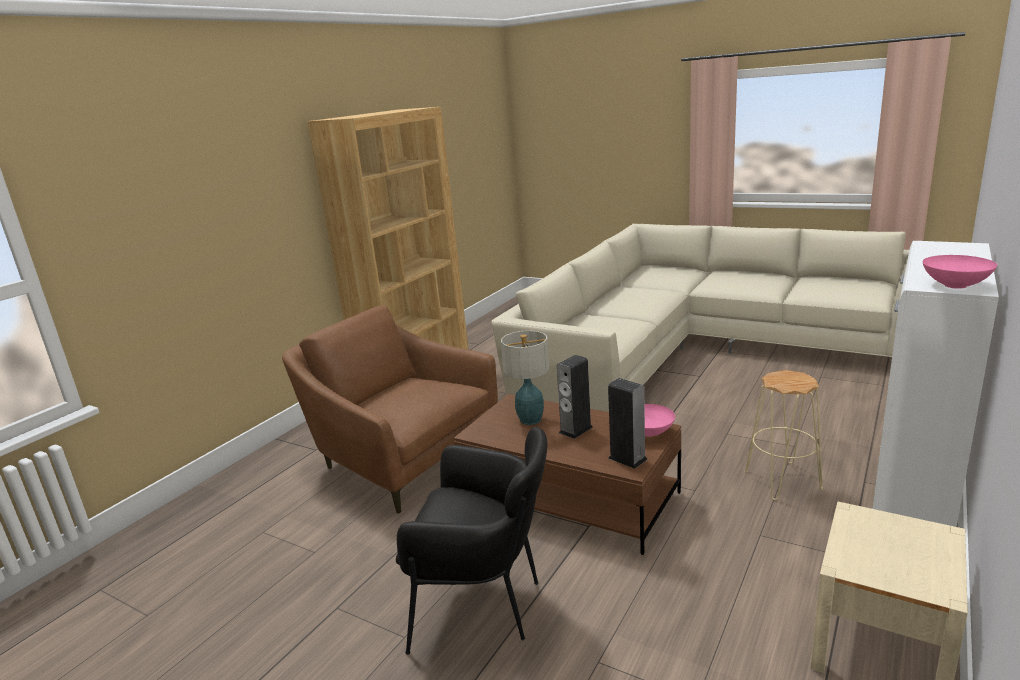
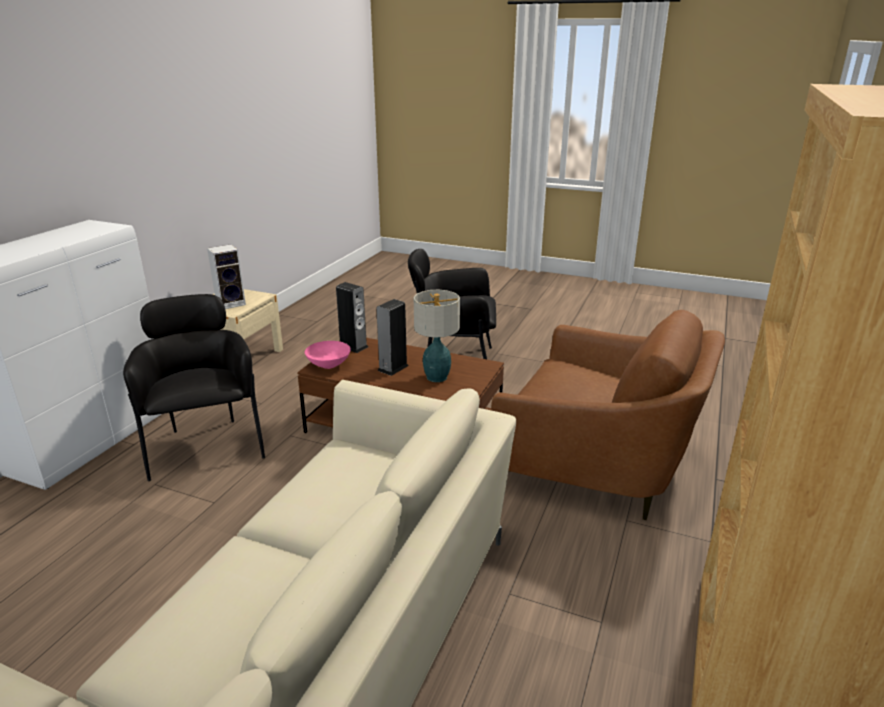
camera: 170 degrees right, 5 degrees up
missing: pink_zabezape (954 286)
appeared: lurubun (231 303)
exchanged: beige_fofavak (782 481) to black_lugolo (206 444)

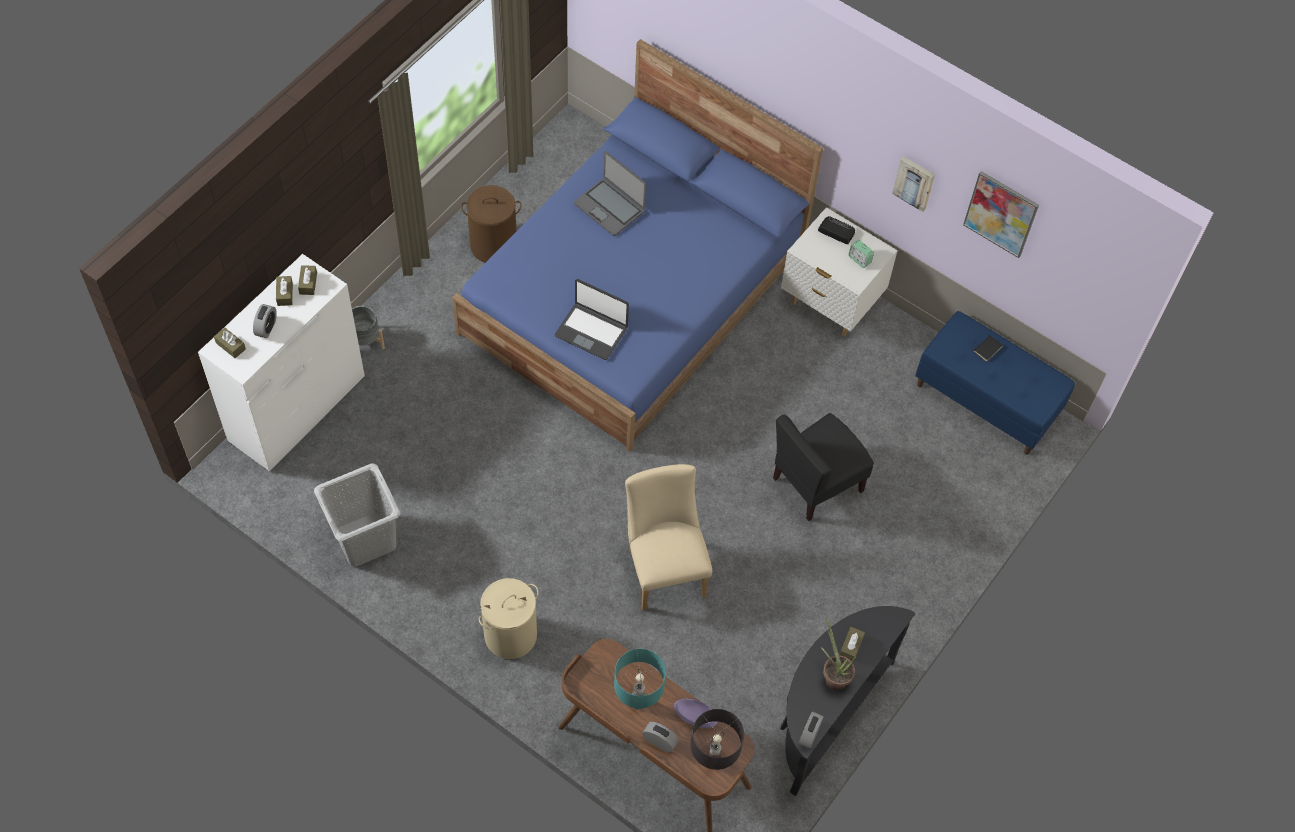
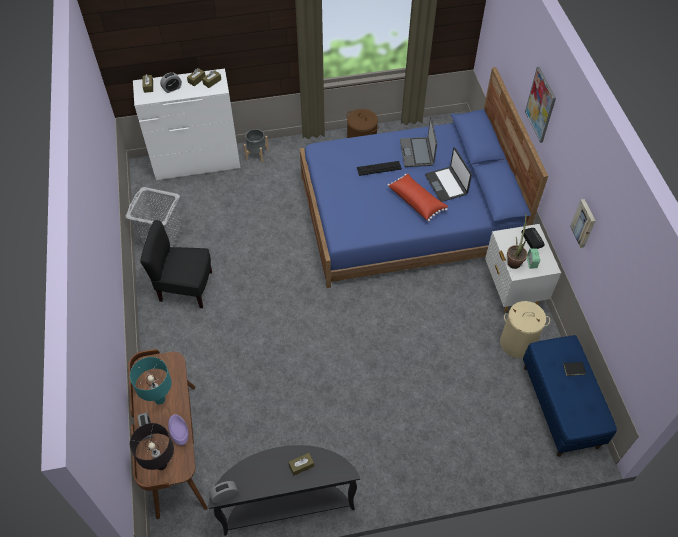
camera: 45 degrees right, 5 degrees down
missing: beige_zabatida (664 566)
appeared: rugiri (379 168); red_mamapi (417 201)
relocated: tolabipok (1001 214) to (541 105); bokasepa (591 331) to (446 184); black_zabatida (816 484) to (185 287); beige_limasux (510 635) to (517 343); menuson (833 675) to (514 260)

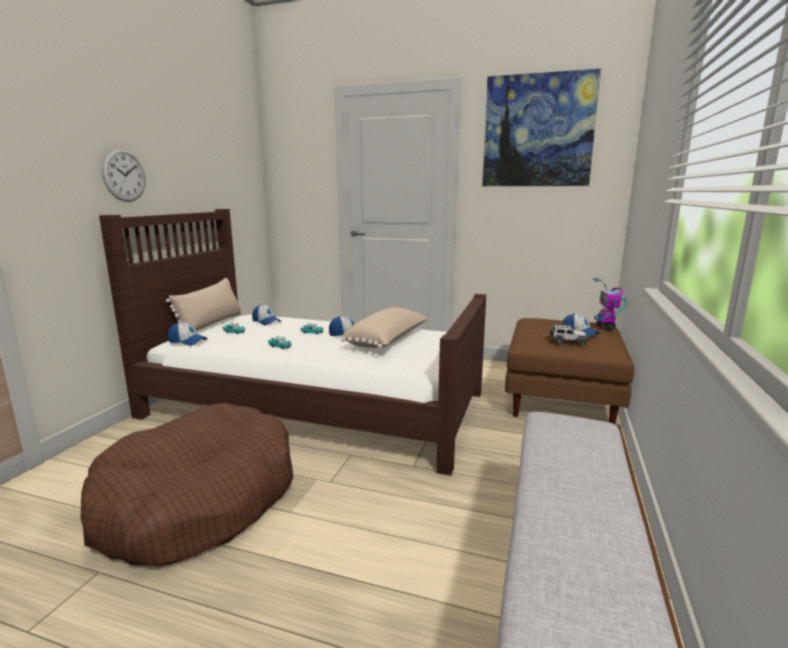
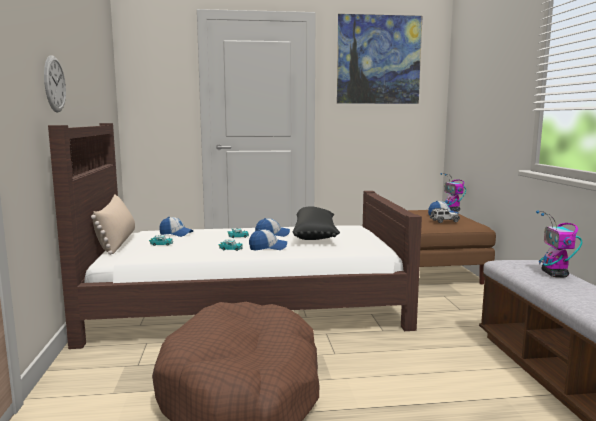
camera: 25 degrees left, 5 degrees down
appeared: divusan (555 274)
relocated: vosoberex (187 341) to (268 248)
colour: beige_mamapi (388 341) to black_mamapi (316 235)

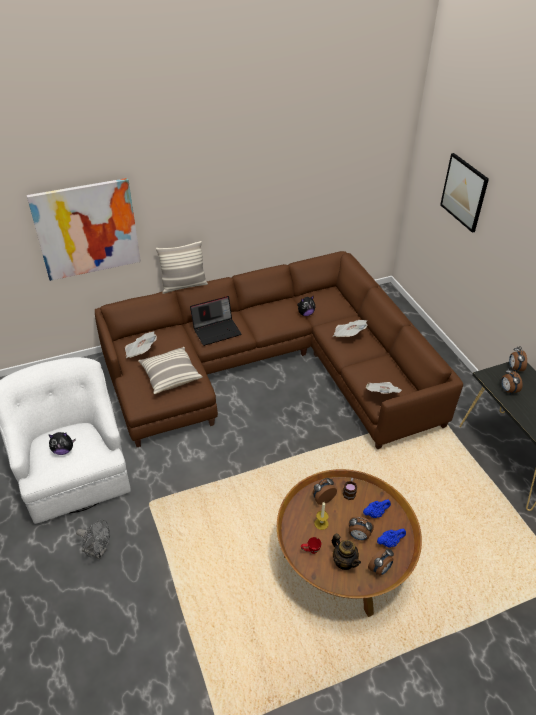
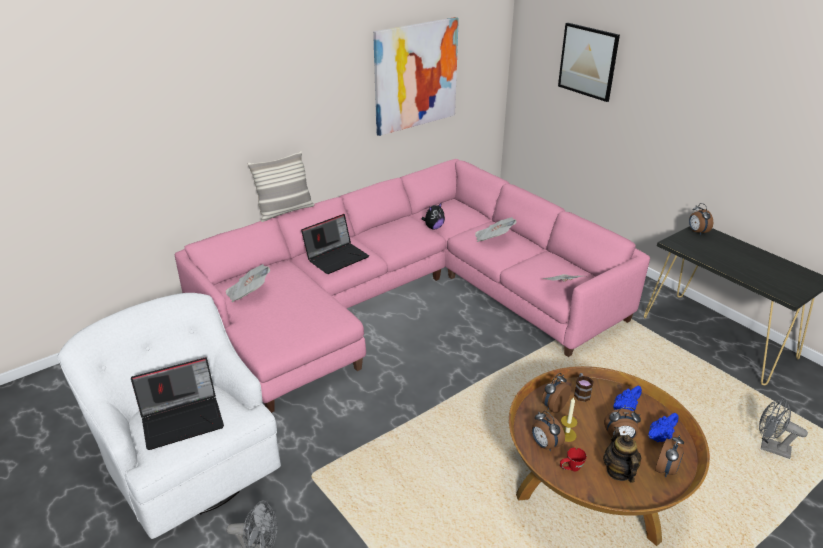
camera: 15 degrees left, 10 degrees down
missing: mamapi (170 376)
appeared: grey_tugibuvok (770 448)
relocated: tolabipok (87 229) to (415 76); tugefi (507 390) to (544 445)
exchanged: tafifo (63 450) to bokasepa (183 419)
colour: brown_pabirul (273 367) to pink_pabirul (407 296)
spun: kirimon (344 561) = (618 471) 135 degrees counterclockwise

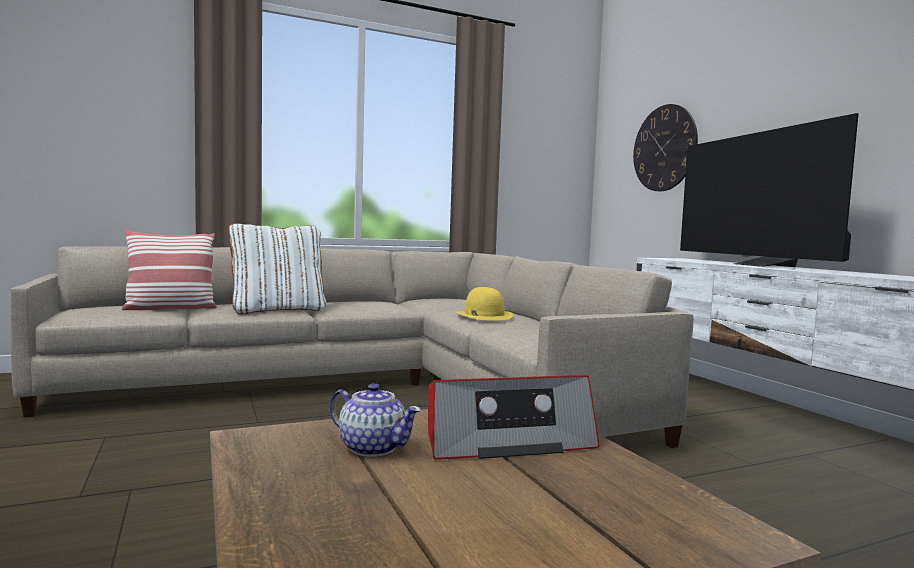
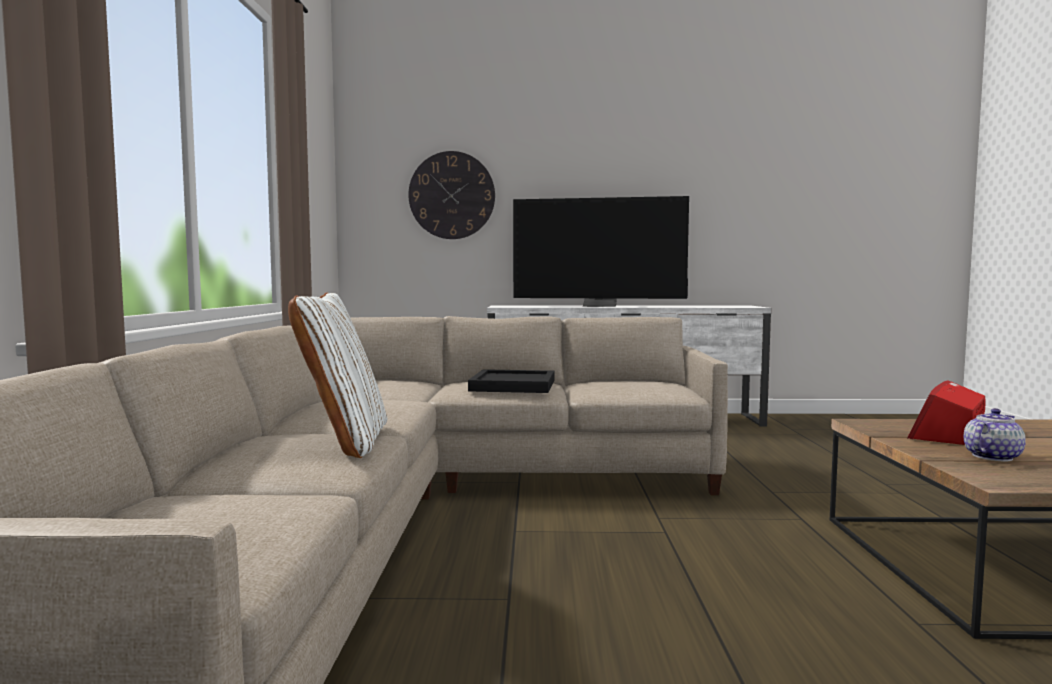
camera: 65 degrees left, 0 degrees up
missing: mamapi (170 308)
exchanged: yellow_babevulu (483 315) to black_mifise (512 385)
spun: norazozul (506 440) = (947 433) 150 degrees counterclockwise

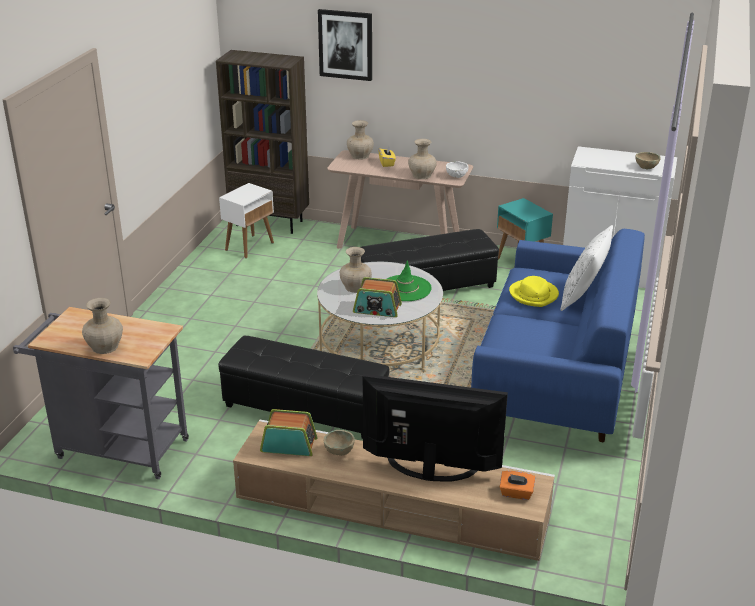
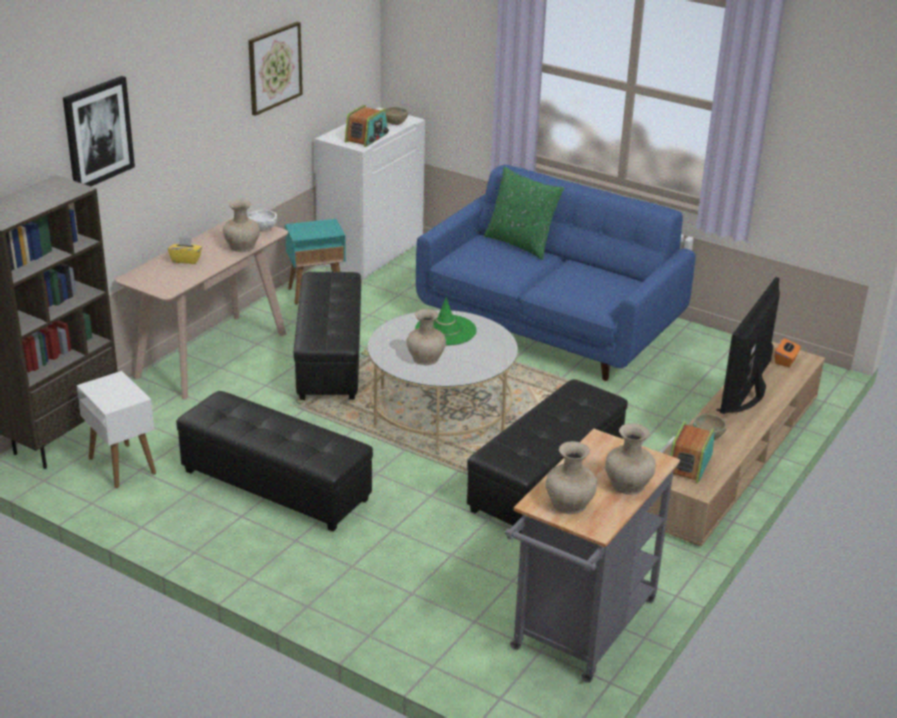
camera: 75 degrees left, 0 degrees up
missing: yellow_babevulu (534 295)
appeared: tolabipok (274 67); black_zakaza (277 485)
relocated: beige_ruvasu (360 156) to (570 504); norazozul (377 309) to (367 138)
colour: white_mamapi (583 296) to green_mamapi (521 244)

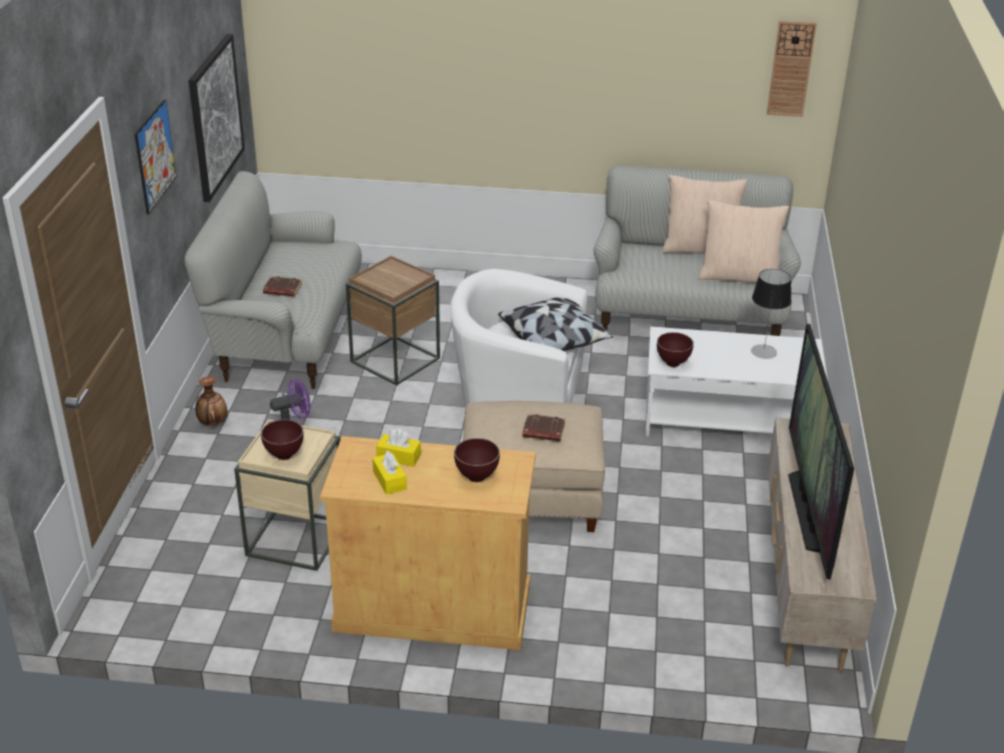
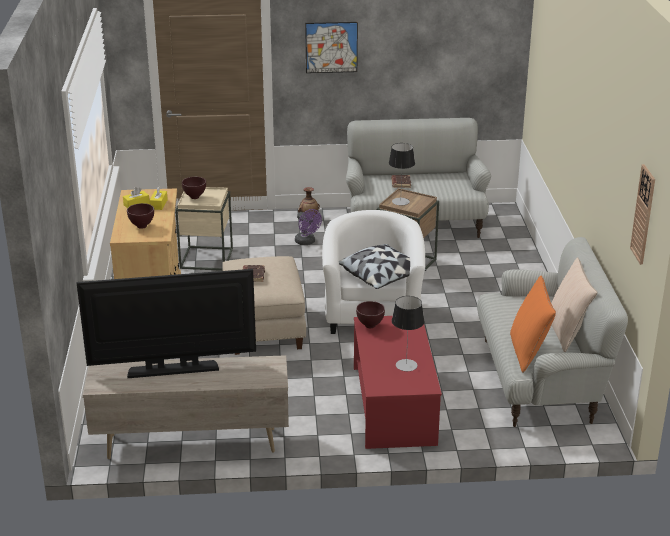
camera: 80 degrees right, 5 degrees down
missing: tolabipok (215 116)
appeared: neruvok (400 201)
colour: beige_mamapi (739 276) to orange_mamapi (528 352); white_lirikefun (729 418) to red_lirikefun (393 405)

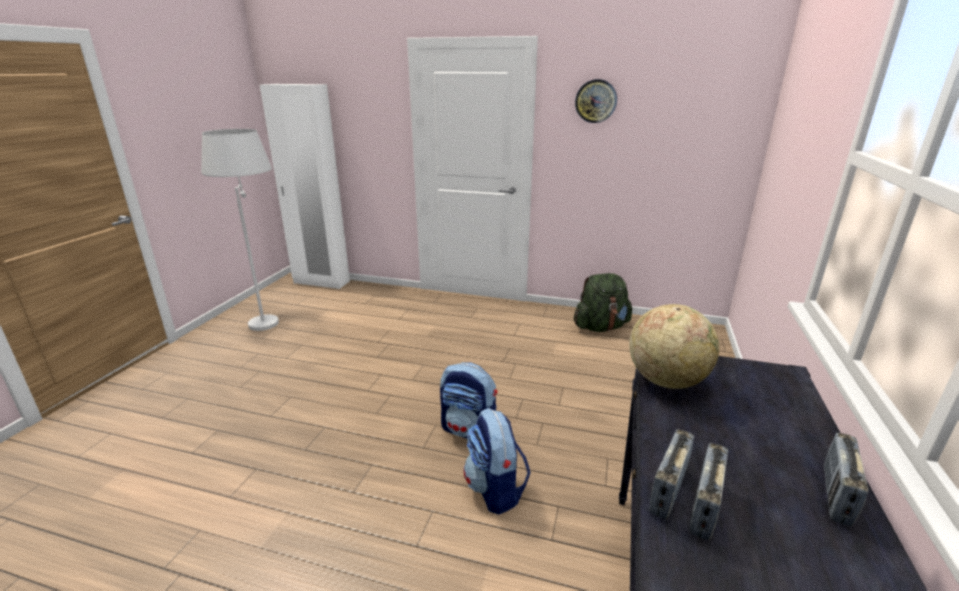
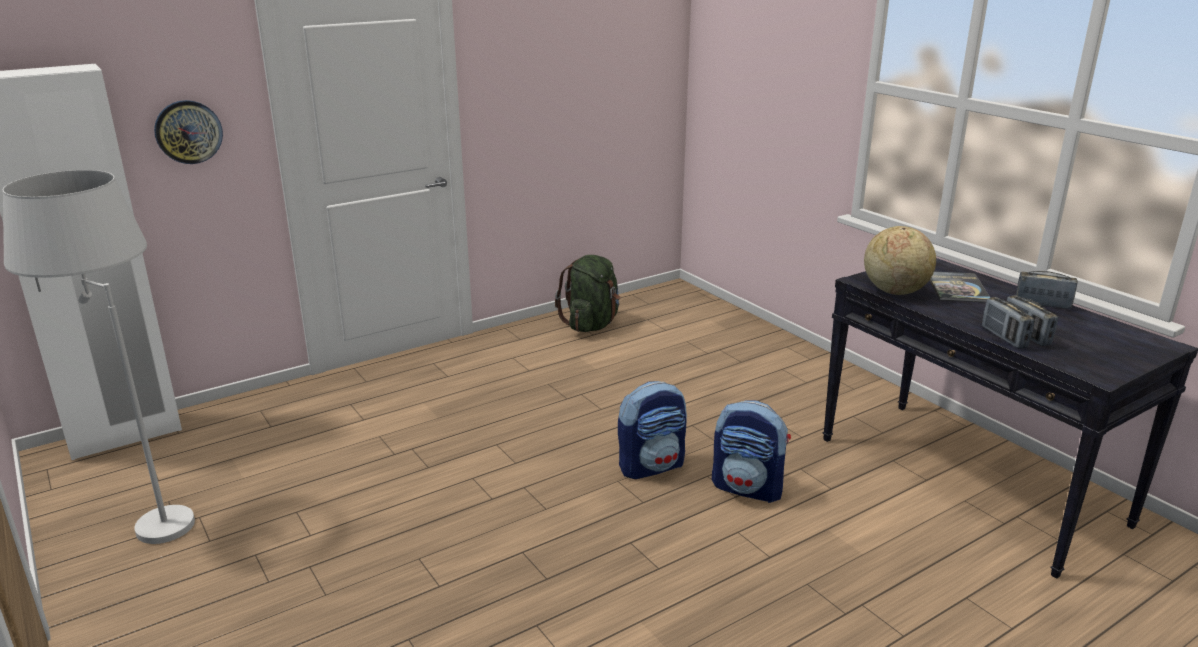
camera: 50 degrees left, 0 degrees up
appeared: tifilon (957 288)
relocated: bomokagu (596 101) to (188 132)
spun: norazozul (836 495) = (1042 304) 135 degrees clockwise

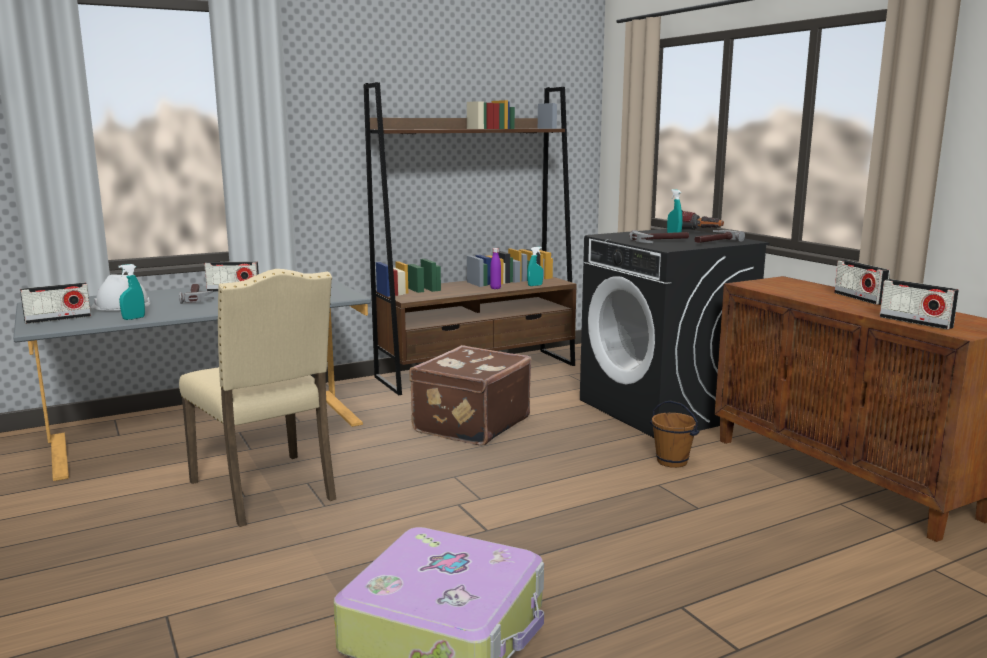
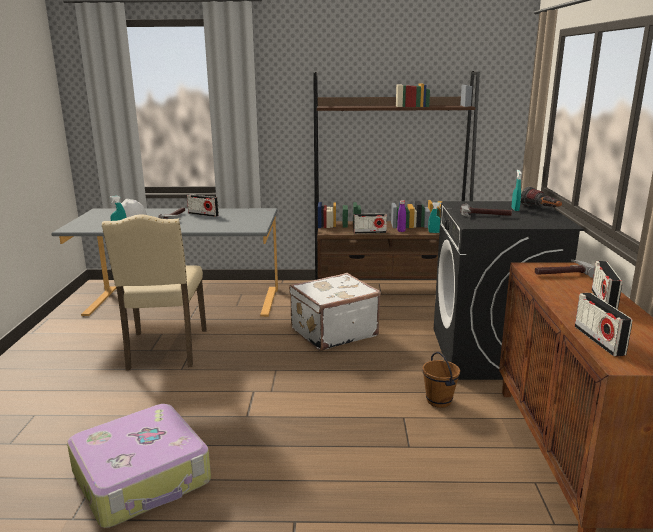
camera: 30 degrees right, 5 degrees up
relocated: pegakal (714 242) to (562 273); norazozul (58 319) to (369 232)
colour: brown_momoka (469 424) to white_momoka (332 332)

